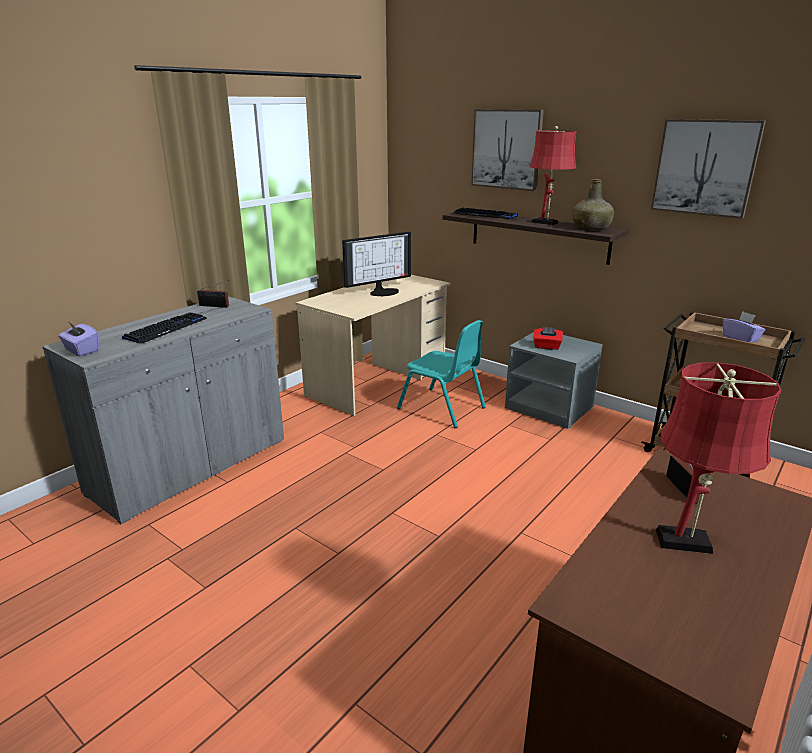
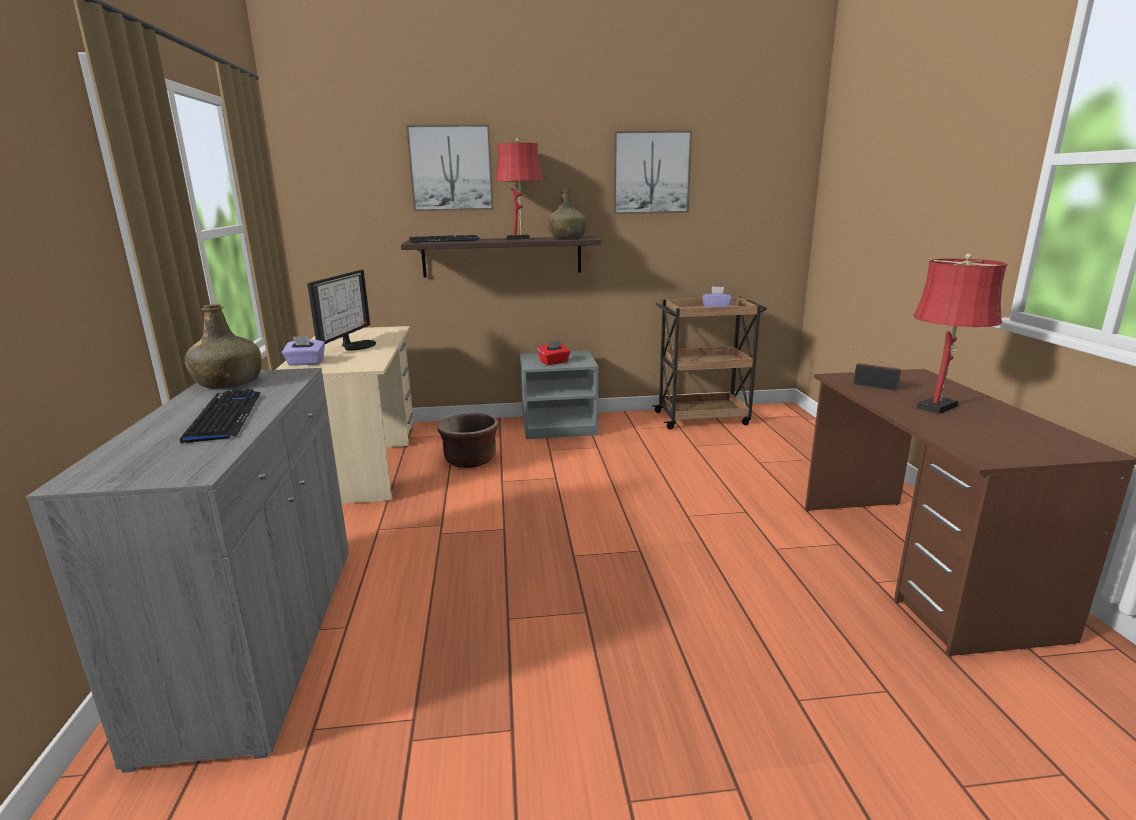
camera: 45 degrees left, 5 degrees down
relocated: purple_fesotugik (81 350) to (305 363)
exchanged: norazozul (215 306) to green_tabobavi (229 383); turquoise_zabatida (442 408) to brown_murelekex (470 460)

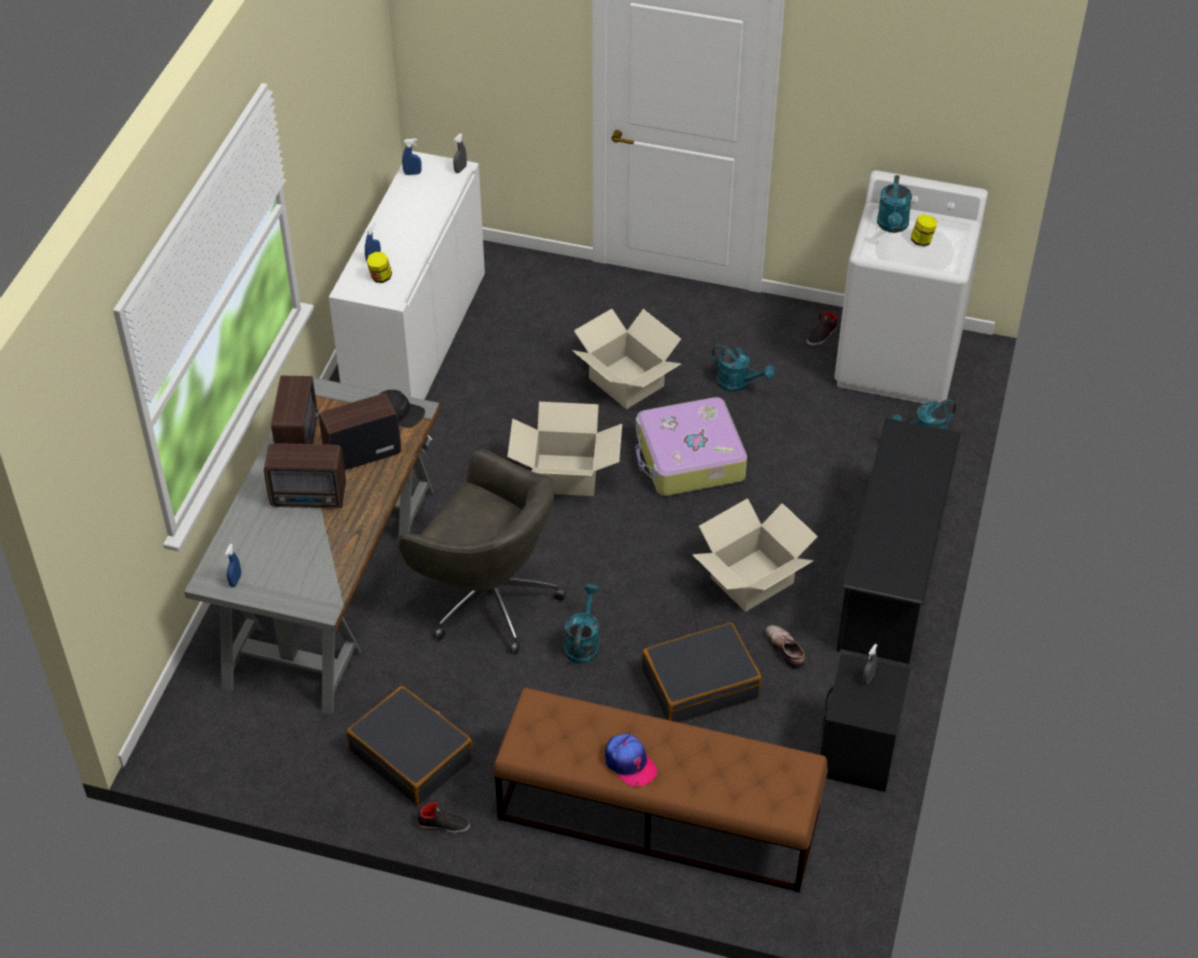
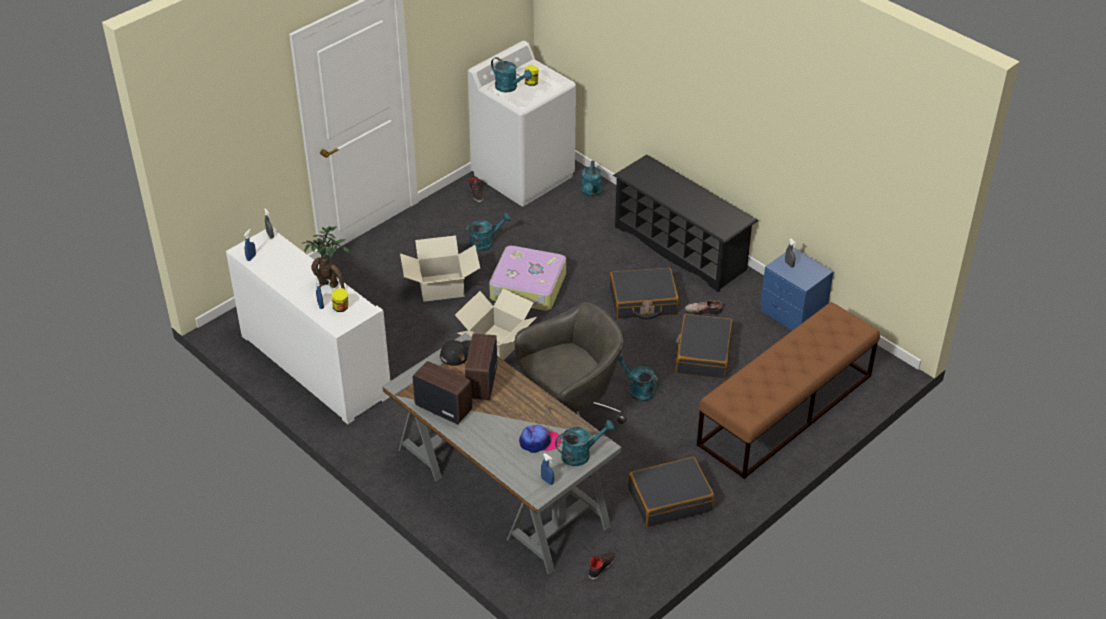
camera: 60 degrees left, 5 degrees down
missing: norazozul (310 498)
appeared: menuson (330 285); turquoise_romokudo (581 454)
relocated: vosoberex (629 763) to (539 442); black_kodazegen (444 824) to (601 566)
exchanged: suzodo (753 580) to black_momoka (643 302)
colour: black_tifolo (859 751) to blue_tifolo (793 314)

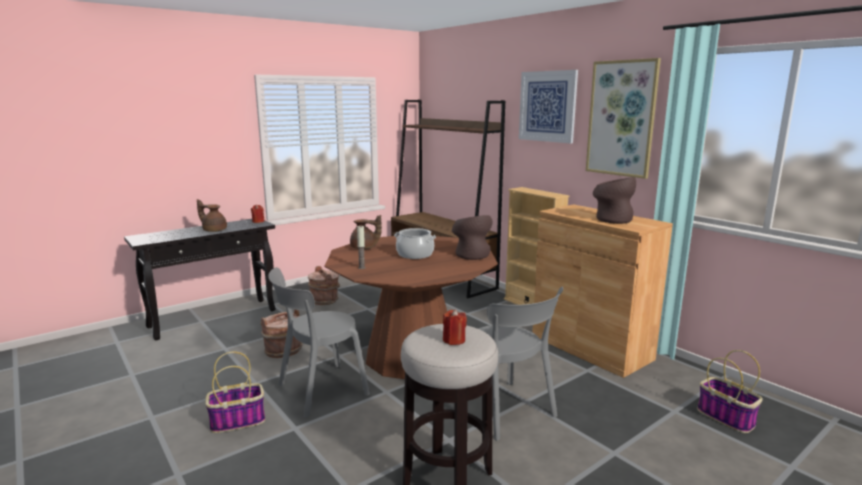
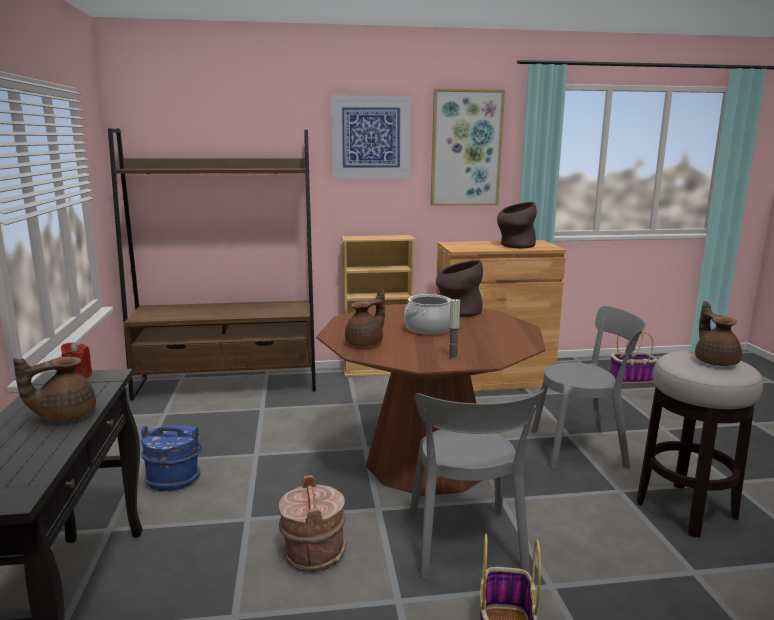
camera: 60 degrees left, 0 degrees up
exchanged: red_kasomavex (454 340) to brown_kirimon (715 361)
colour: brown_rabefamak (324 300) to blue_rabefamak (174 479)

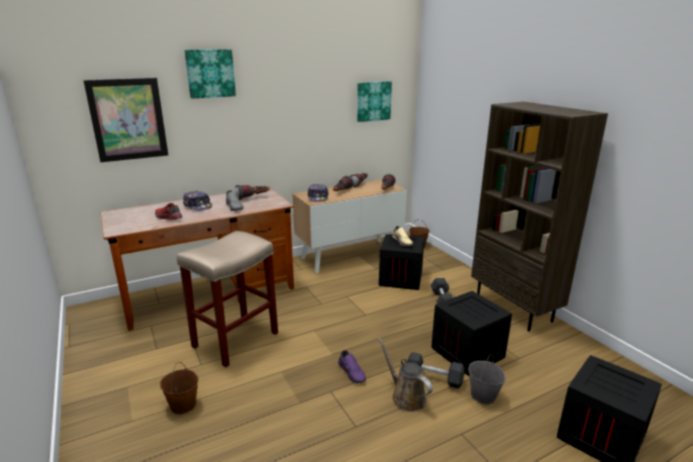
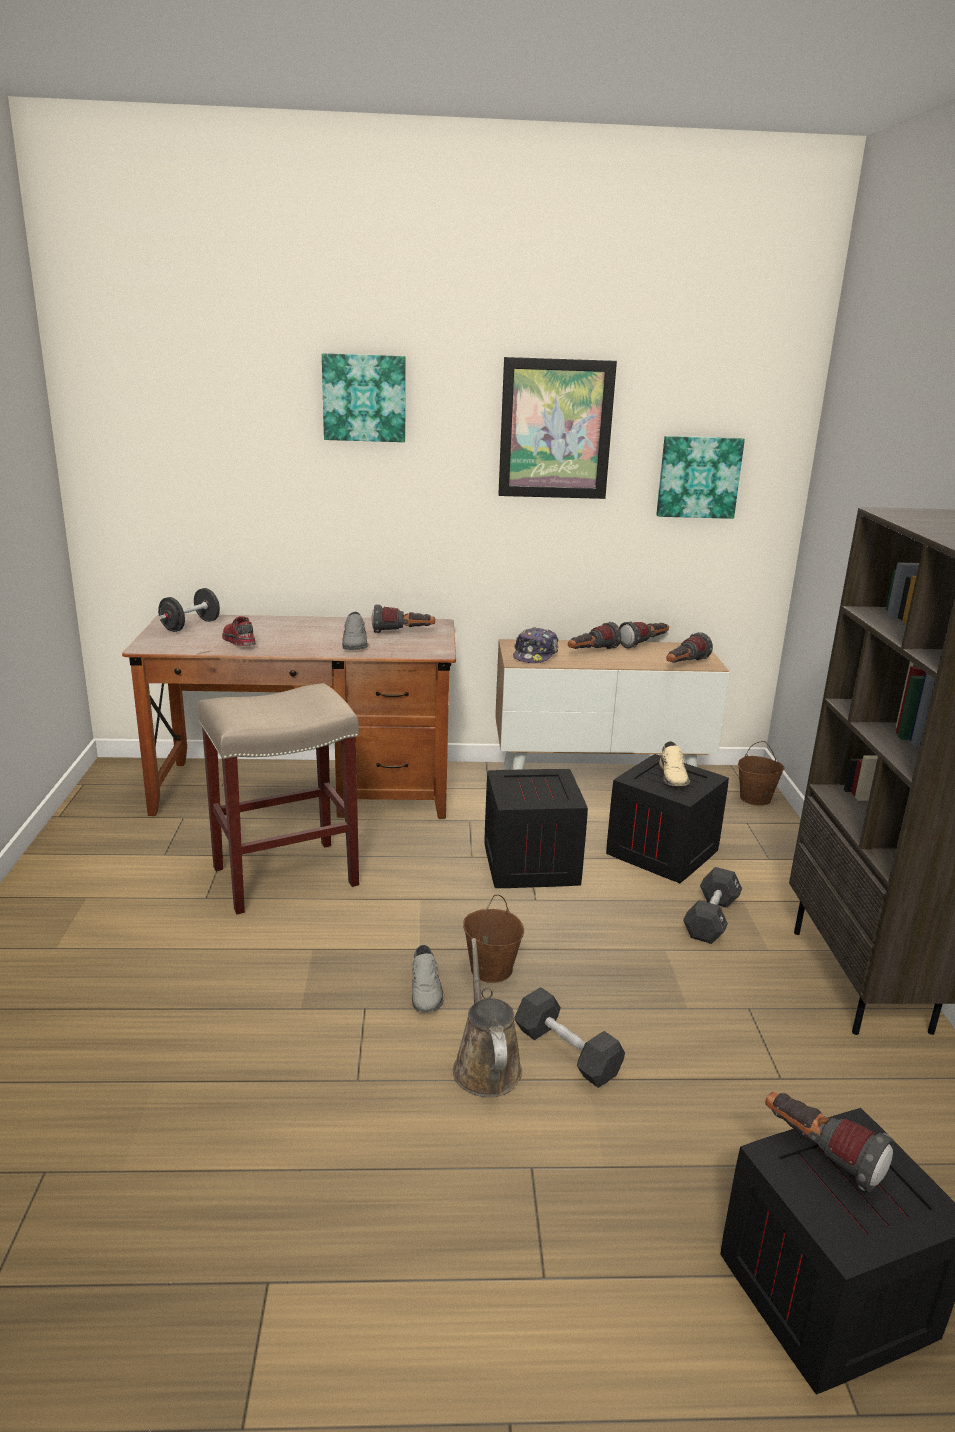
camera: 25 degrees right, 0 degrees up
missing: vosoberex (198 206); grey_rabefamak (483 396)
appeared: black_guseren (190 626); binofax (820 1153)
relocated: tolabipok (128 119) to (555 429); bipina (468 353) to (532 865); brown_rabefamak (183 405) to (490 969)
colour: purple_kodazegen (352 372) to grey_kodazegen (427 990)

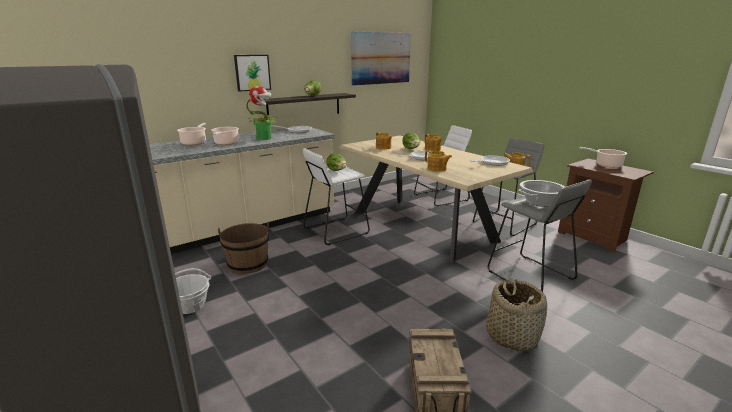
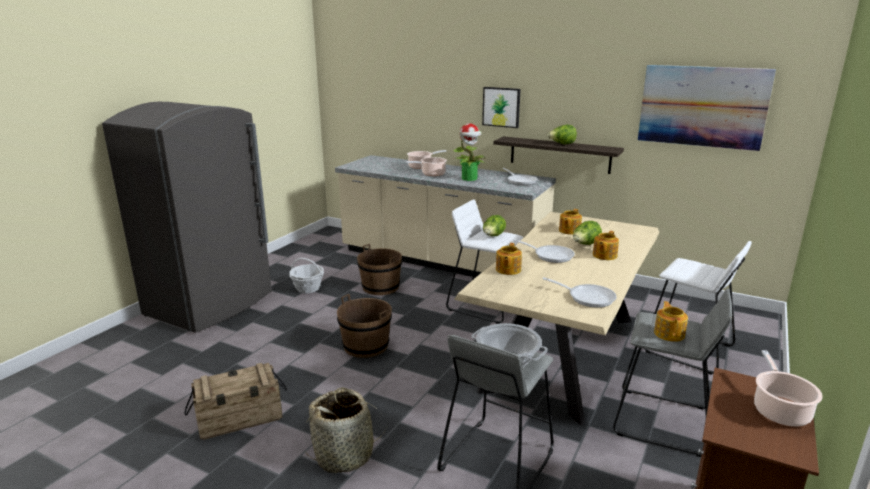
camera: 65 degrees right, 0 degrees up
appeared: brown_rabefamak (366 346)

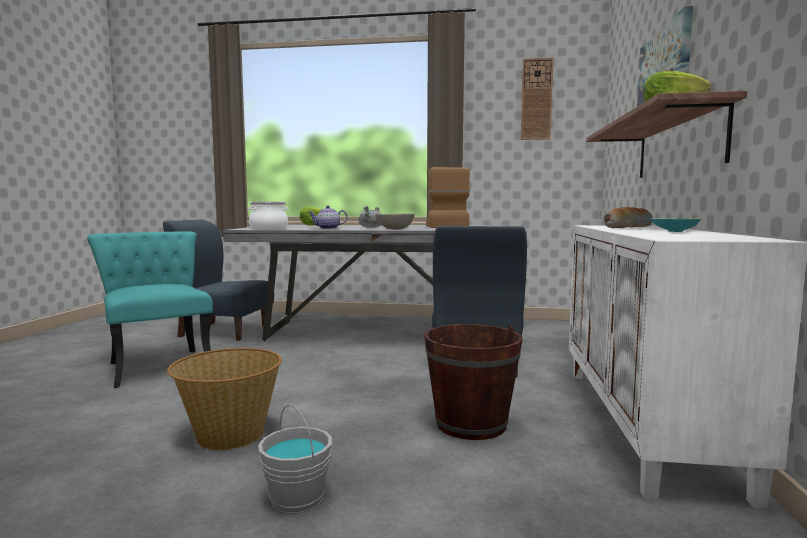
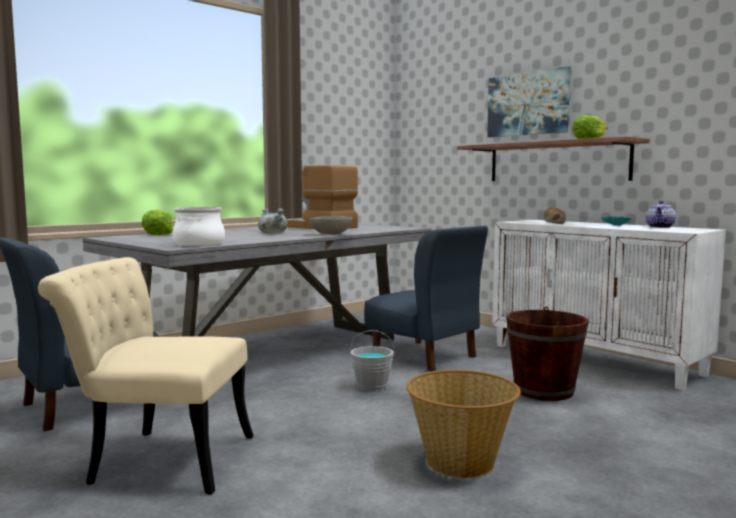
camera: 50 degrees left, 0 degrees up
missing: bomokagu (536 99)
relocated: kirimon (327 228) to (660 227); grey_rabefamak (298 498) to (372 386)
colour: turquoise_zabatida (158 364) to beige_zabatida (157 459)

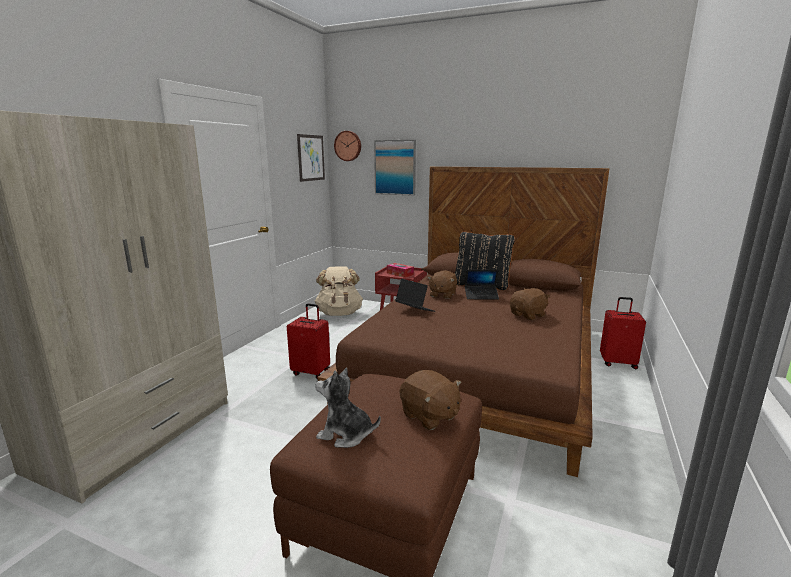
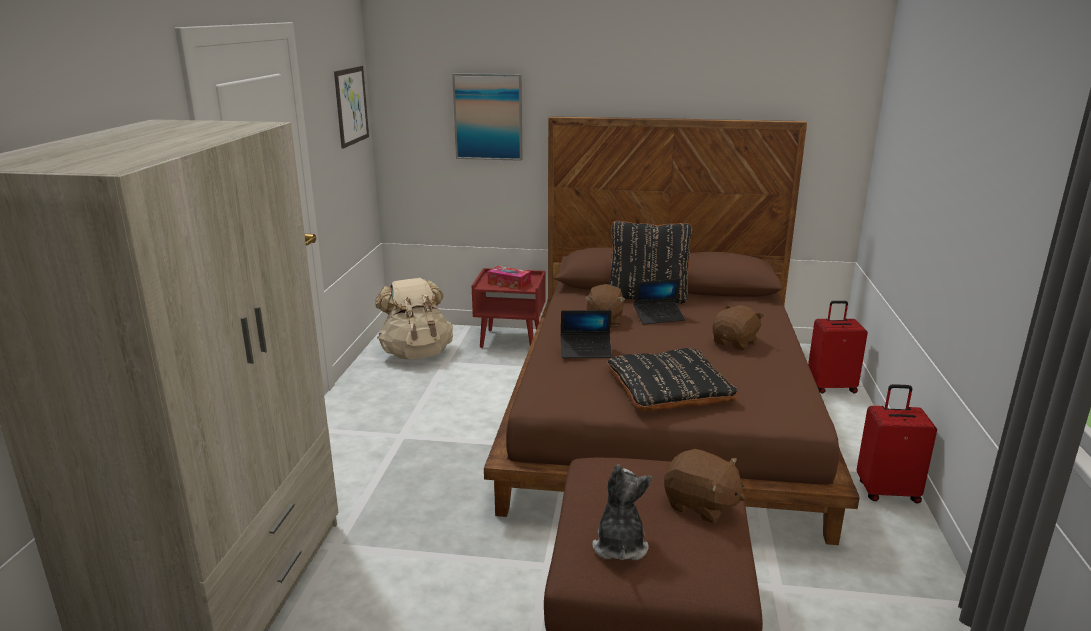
camera: 15 degrees left, 5 degrees up
missing: bomokagu (348 146)
appeared: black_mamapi (669 388)
relocated: red_momoka (311 372) to (887 491)
spun: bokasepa (415 310) = (586 351) 150 degrees clockwise; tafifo (345 434) = (619 545) 90 degrees clockwise

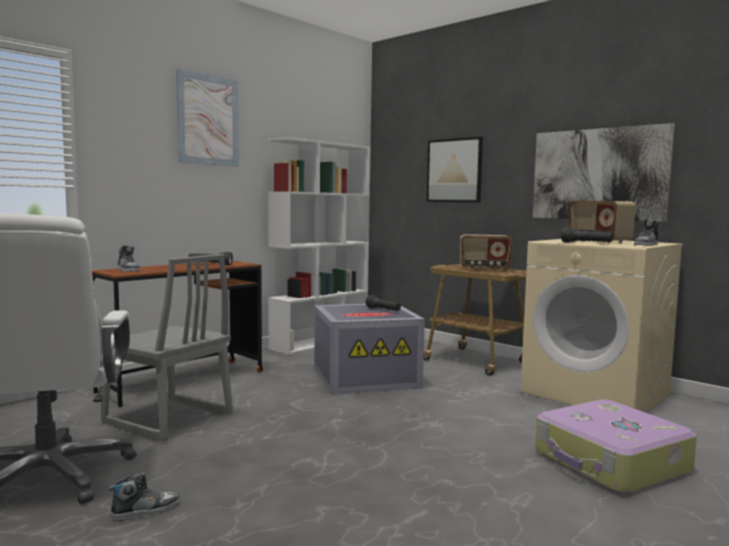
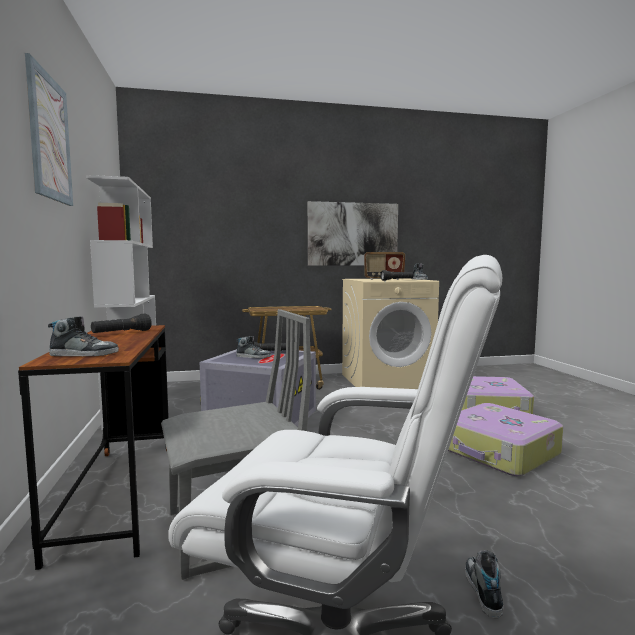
camera: 55 degrees left, 0 degrees up
missing: tolabipok (454 170); norazozul (484 269)
appeared: kodazegen (253 357); momoka (499 452)

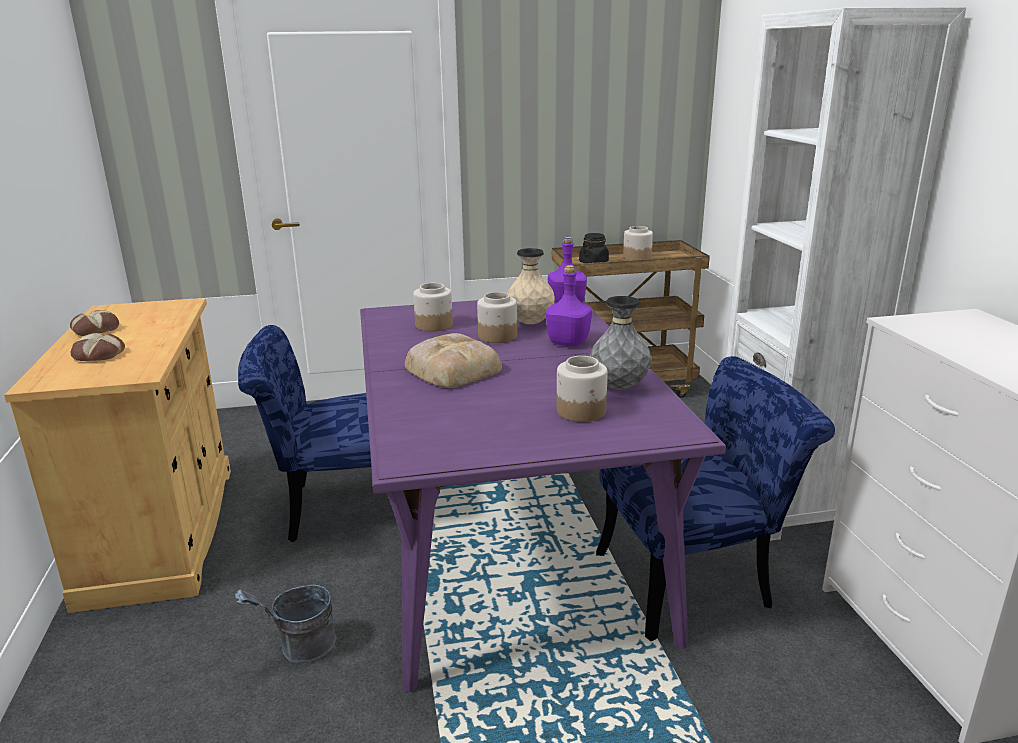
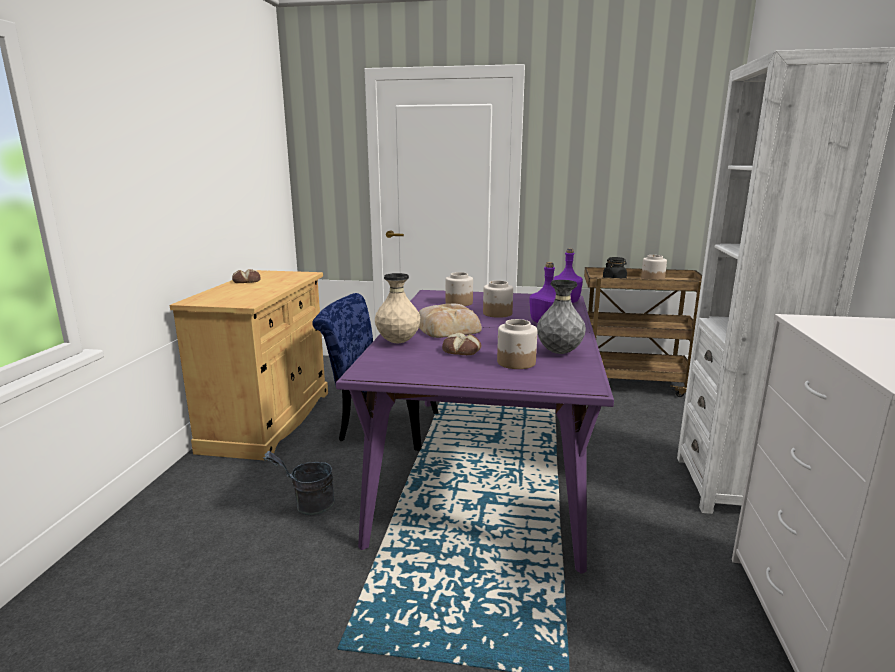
camera: 20 degrees right, 5 degrees down
missing: blue_zabatida (697 580)
relocated: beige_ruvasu (530 323) to (398 342); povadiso (98 355) to (461 351)

